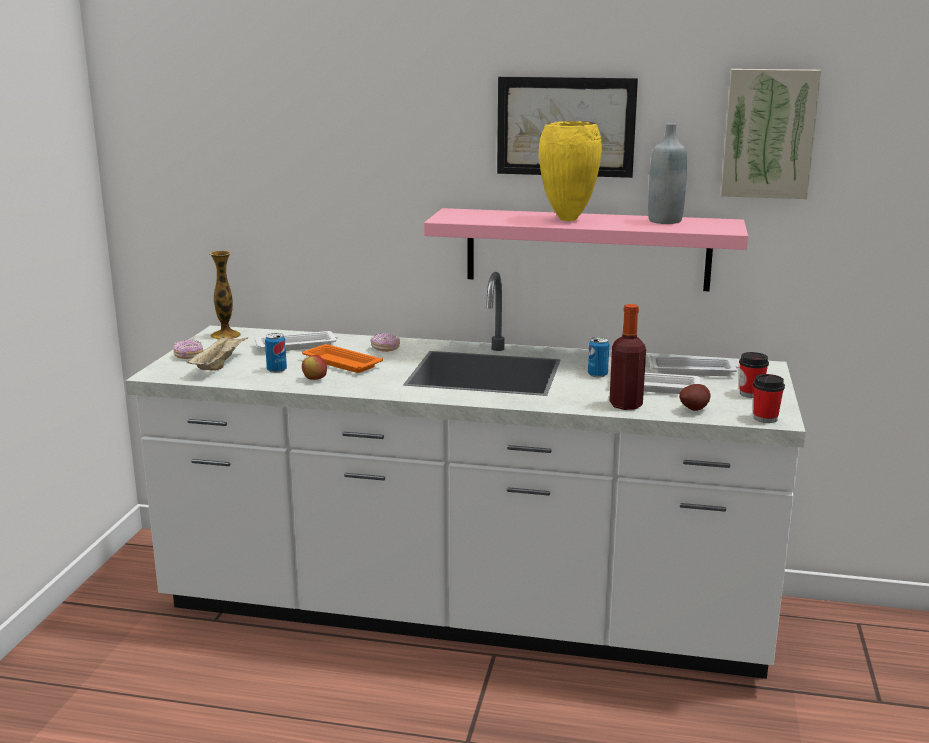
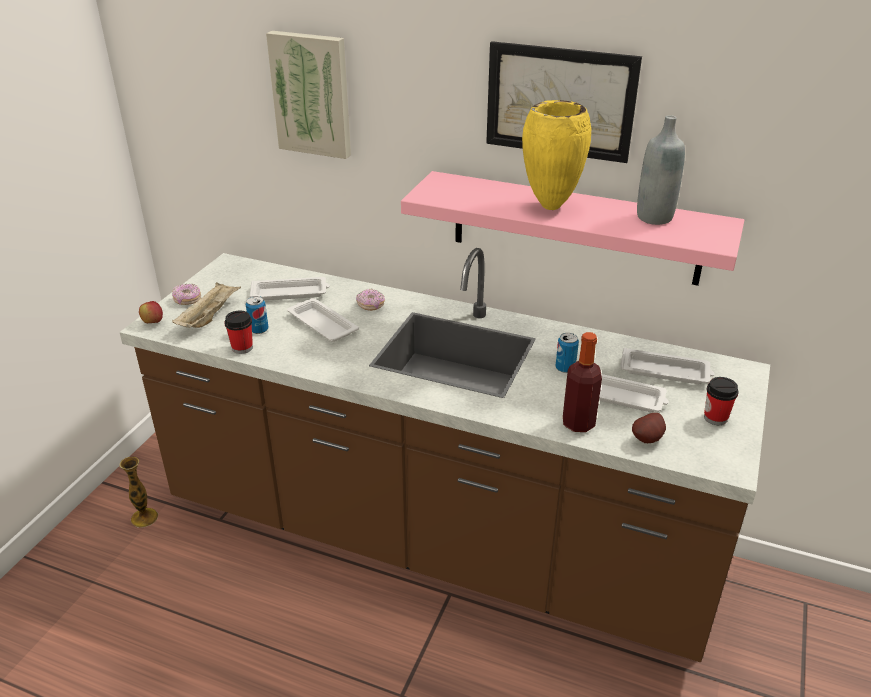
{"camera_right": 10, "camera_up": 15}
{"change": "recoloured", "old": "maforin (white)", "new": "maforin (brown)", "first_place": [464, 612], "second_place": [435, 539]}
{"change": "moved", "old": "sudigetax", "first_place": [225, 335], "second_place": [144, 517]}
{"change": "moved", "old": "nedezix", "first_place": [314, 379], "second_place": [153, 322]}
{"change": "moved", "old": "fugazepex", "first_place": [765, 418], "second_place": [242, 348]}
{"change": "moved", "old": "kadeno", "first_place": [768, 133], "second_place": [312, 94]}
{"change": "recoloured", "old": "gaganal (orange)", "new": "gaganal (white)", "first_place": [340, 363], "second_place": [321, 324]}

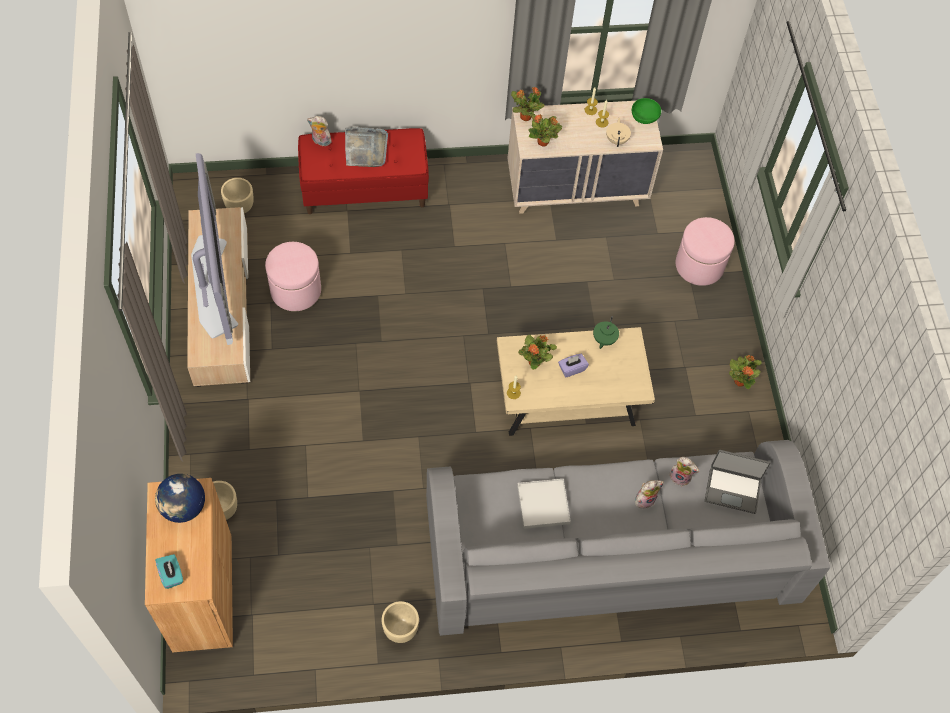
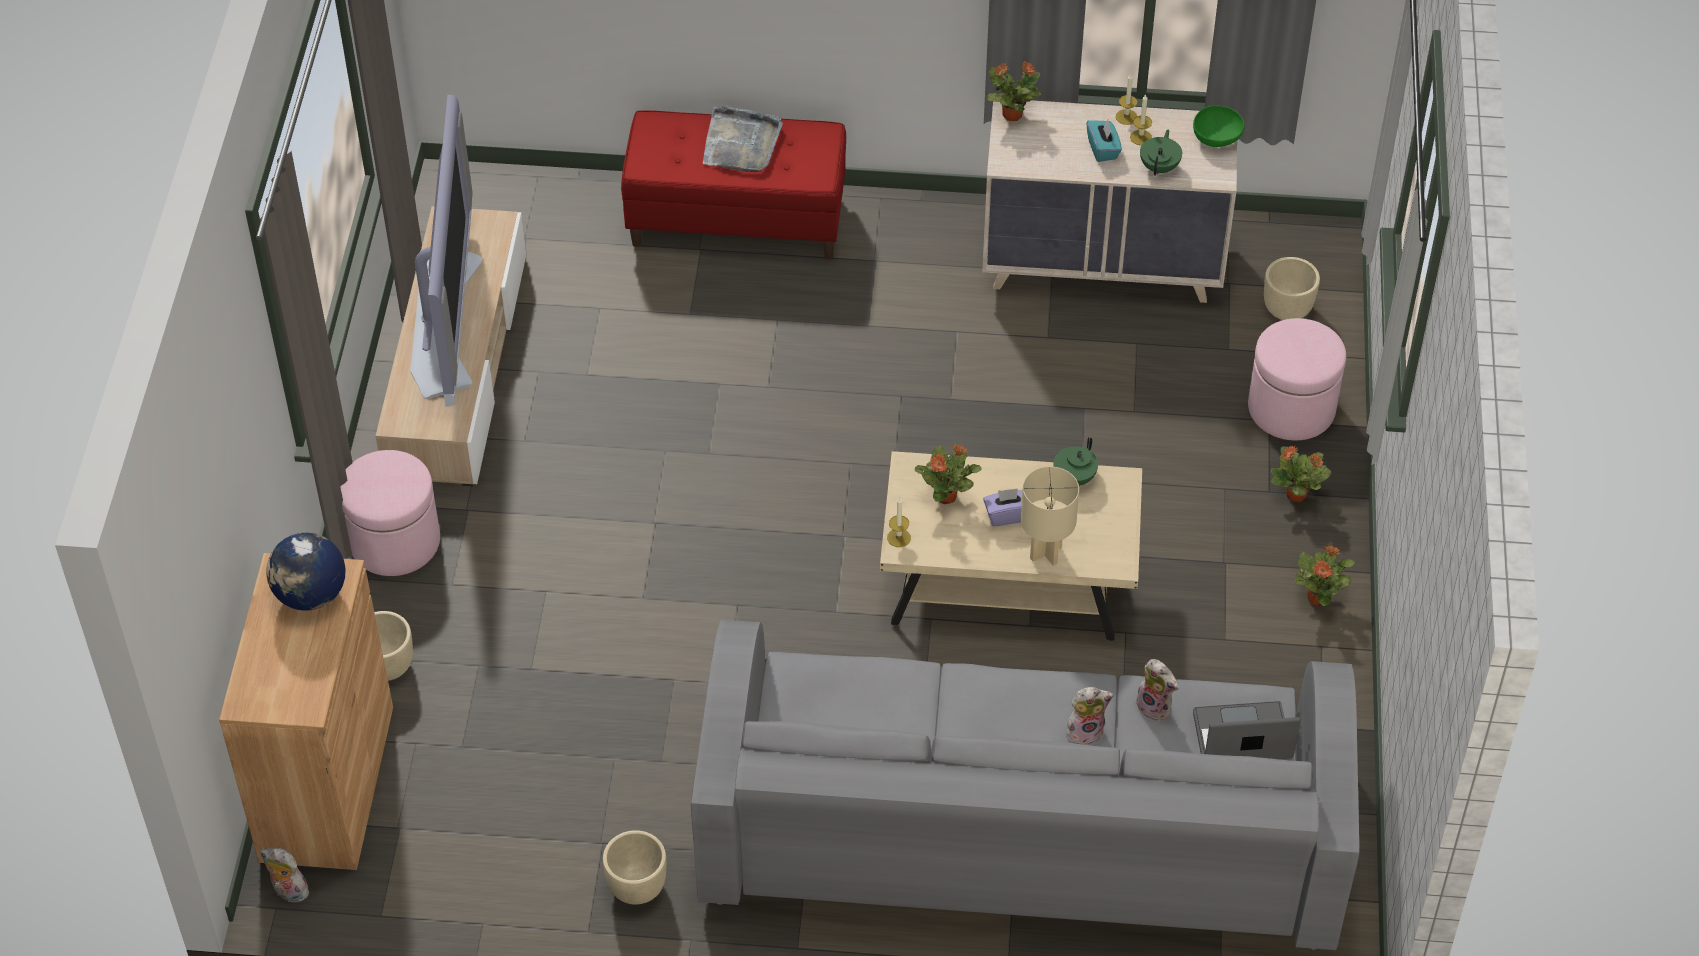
{"camera_right": 15, "camera_up": -10}
{"change": "moved", "old": "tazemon", "first_place": [320, 141], "second_place": [288, 892]}
{"change": "moved", "old": "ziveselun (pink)", "first_place": [296, 290], "second_place": [395, 541]}
{"change": "added", "new": "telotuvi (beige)", "second_place": [1045, 552]}
{"change": "moved", "old": "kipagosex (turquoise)", "first_place": [171, 575], "second_place": [1103, 149]}
{"change": "recoloured", "old": "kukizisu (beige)", "new": "kukizisu (green)", "first_place": [617, 140], "second_place": [1160, 167]}
{"change": "turned", "old": "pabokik", "first_place": [733, 489], "second_place": [1242, 738], "degrees": 150}
{"change": "moved", "old": "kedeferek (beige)", "first_place": [240, 207], "second_place": [1287, 310]}
{"change": "moved", "old": "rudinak", "first_place": [543, 142], "second_place": [1297, 495]}
{"change": "removed", "old": "gaganal (white)", "first_place": [543, 505]}

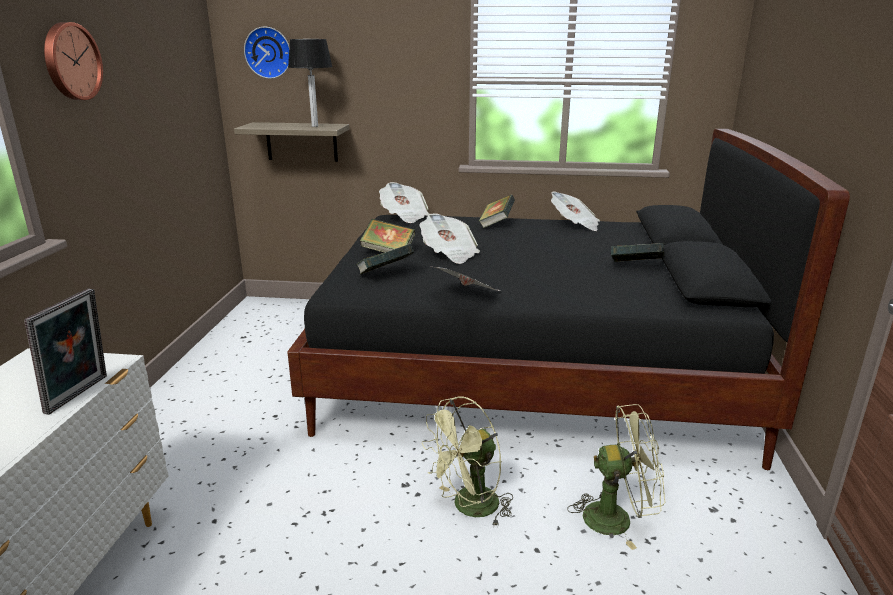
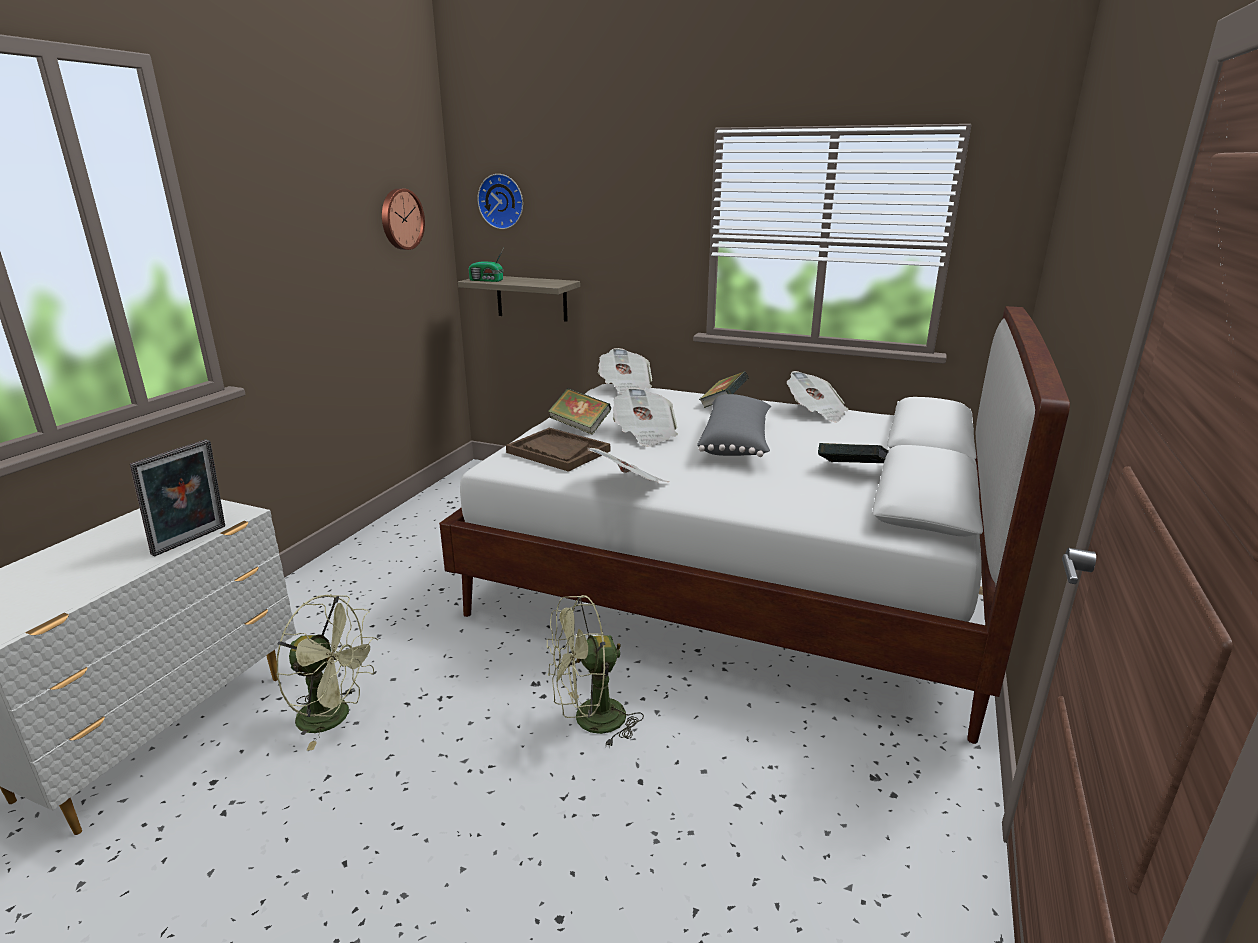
{"camera_right": 15, "camera_up": 0}
{"change": "moved", "old": "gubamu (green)", "first_place": [617, 518], "second_place": [335, 717]}
{"change": "moved", "old": "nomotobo", "first_place": [70, 61], "second_place": [401, 219]}
{"change": "recoloured", "old": "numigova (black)", "new": "numigova (white)", "first_place": [529, 372], "second_place": [734, 580]}
{"change": "added", "new": "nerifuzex", "second_place": [487, 280]}
{"change": "replaced", "old": "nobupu", "new": "gaganal (brown)", "first_place": [385, 275], "second_place": [558, 452]}
{"change": "added", "new": "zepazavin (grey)", "second_place": [737, 443]}
{"change": "removed", "old": "telotuvi", "first_place": [315, 126]}

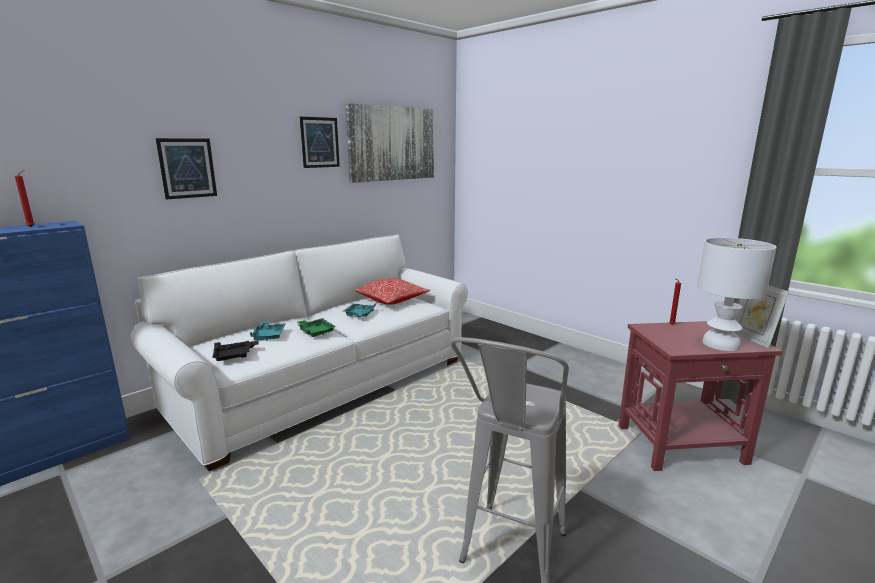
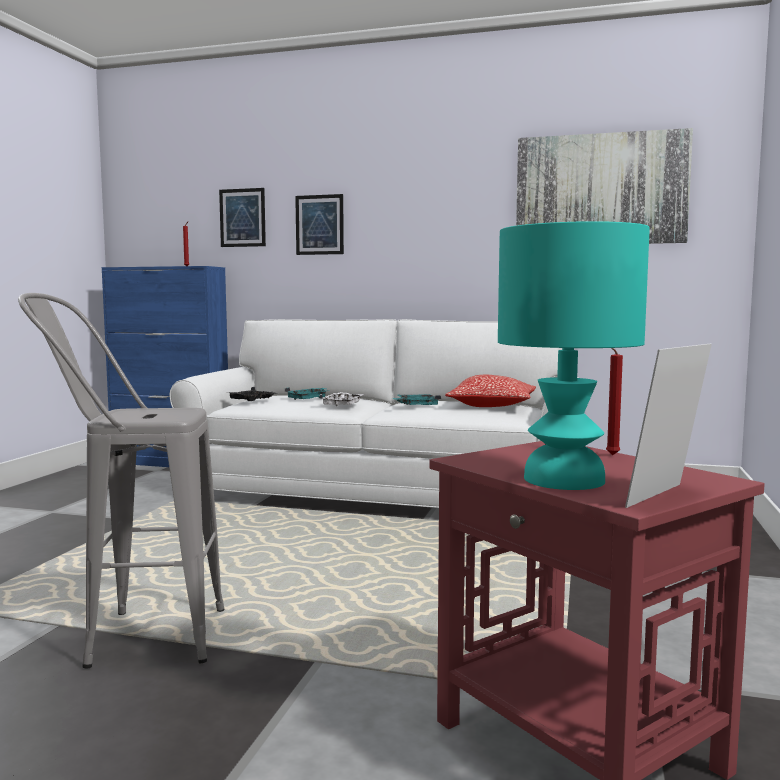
{"camera_right": 60, "camera_up": -10}
{"change": "moved", "old": "kadeno", "first_place": [320, 142], "second_place": [242, 217]}
{"change": "recoloured", "old": "gaganal (green)", "new": "gaganal (white)", "first_place": [316, 332], "second_place": [342, 405]}
{"change": "recoloured", "old": "telotuvi (white)", "new": "telotuvi (turquoise)", "first_place": [720, 344], "second_place": [565, 479]}

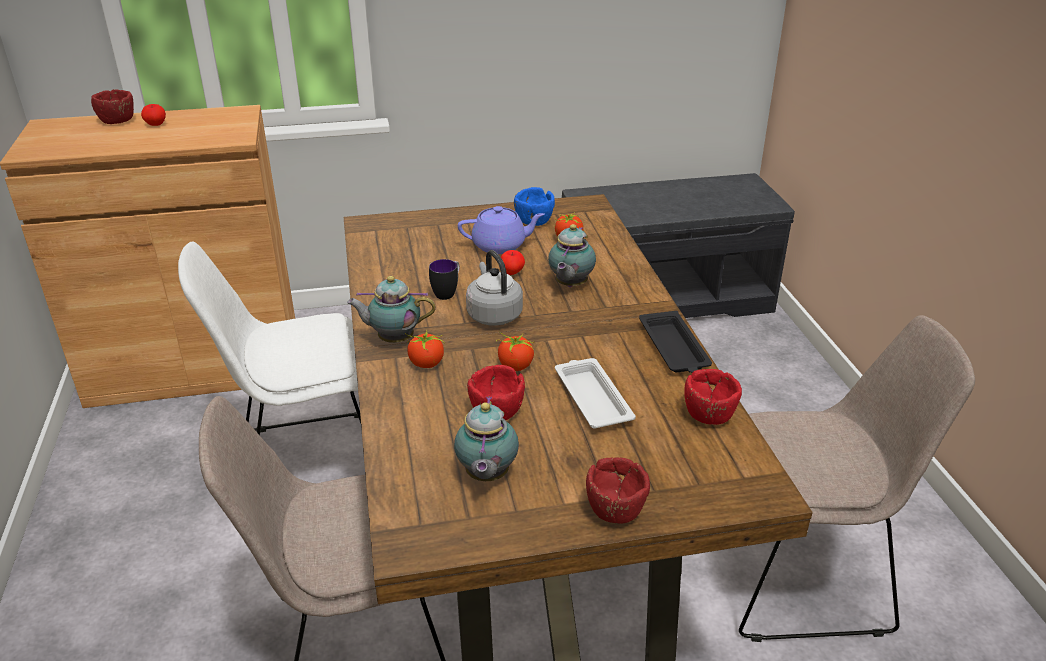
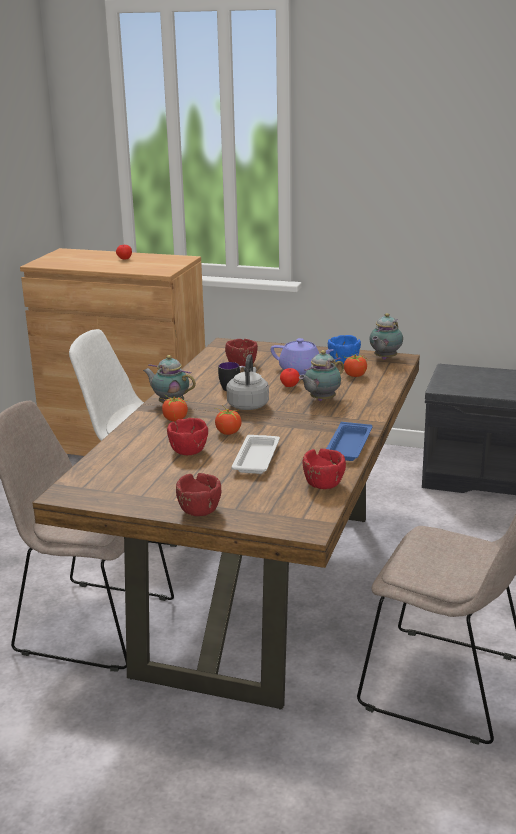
{"camera_right": 30, "camera_up": -10}
{"change": "moved", "old": "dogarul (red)", "first_place": [118, 121], "second_place": [242, 364]}
{"change": "recoloured", "old": "gaganal (black)", "new": "gaganal (blue)", "first_place": [674, 348], "second_place": [348, 447]}
{"change": "moved", "old": "kukizisu", "first_place": [486, 476], "second_place": [384, 358]}

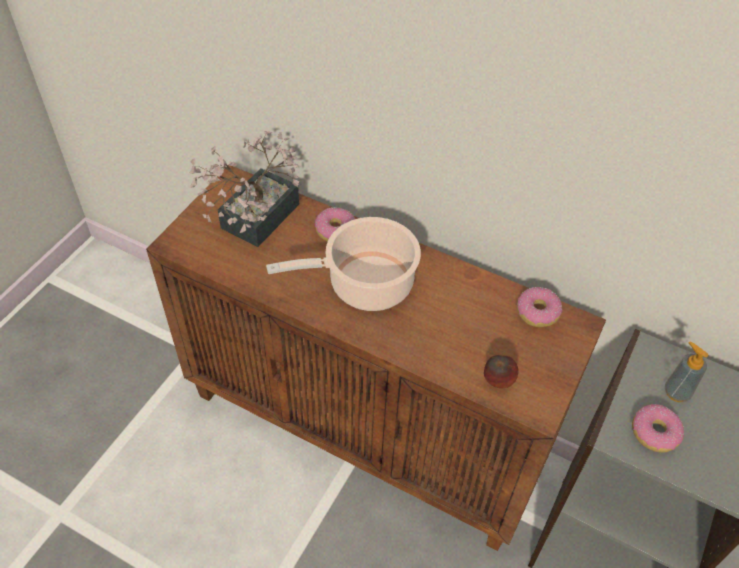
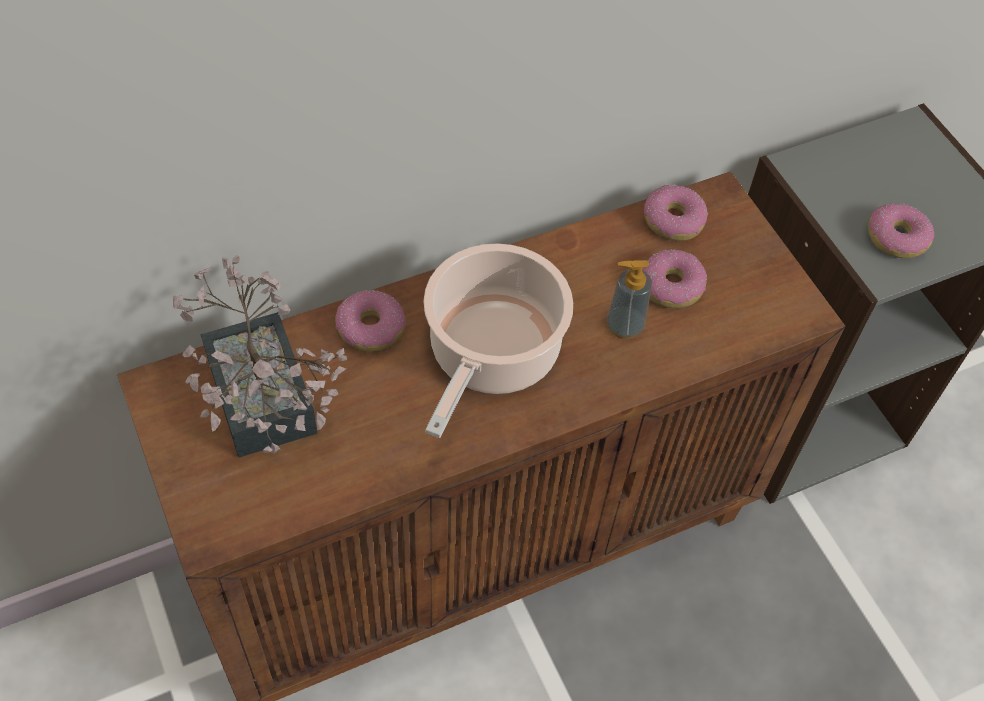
{"camera_right": -55, "camera_up": 5}
{"change": "moved", "old": "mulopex", "first_place": [676, 392], "second_place": [624, 326]}
{"change": "added", "new": "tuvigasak", "second_place": [671, 286]}
{"change": "removed", "old": "nedezix", "first_place": [497, 382]}

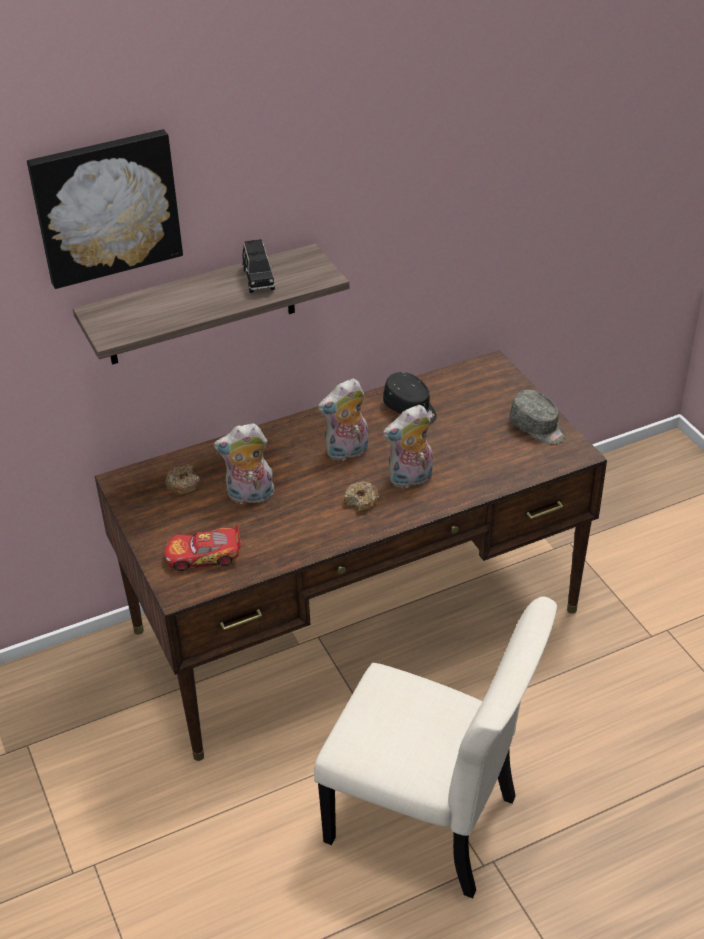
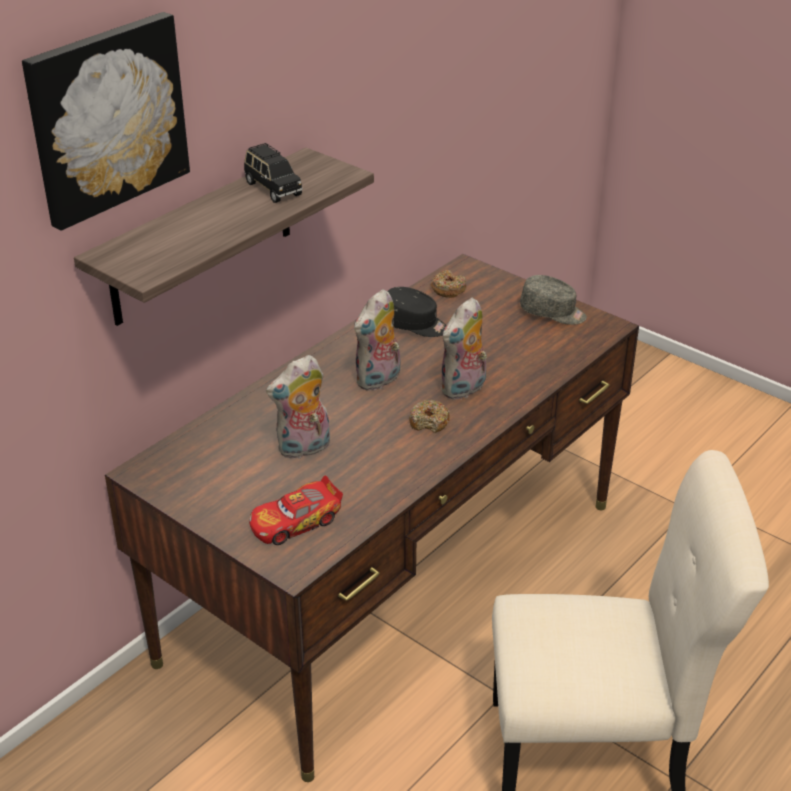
{"camera_right": -25, "camera_up": -5}
{"change": "moved", "old": "tuvigasak", "first_place": [183, 484], "second_place": [448, 289]}

